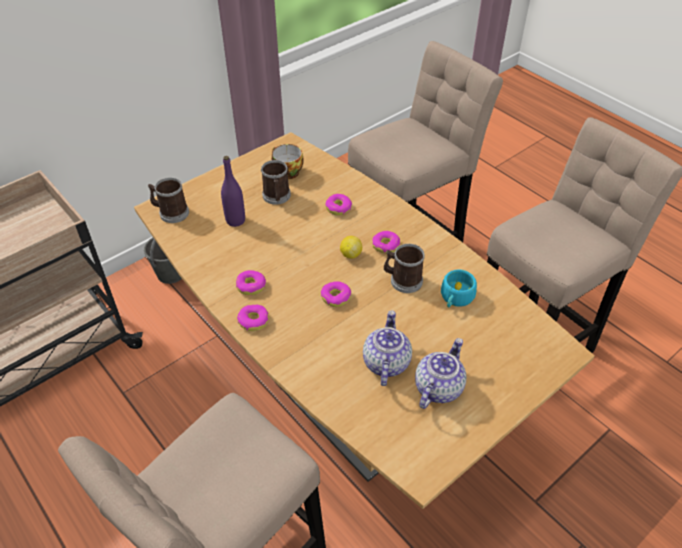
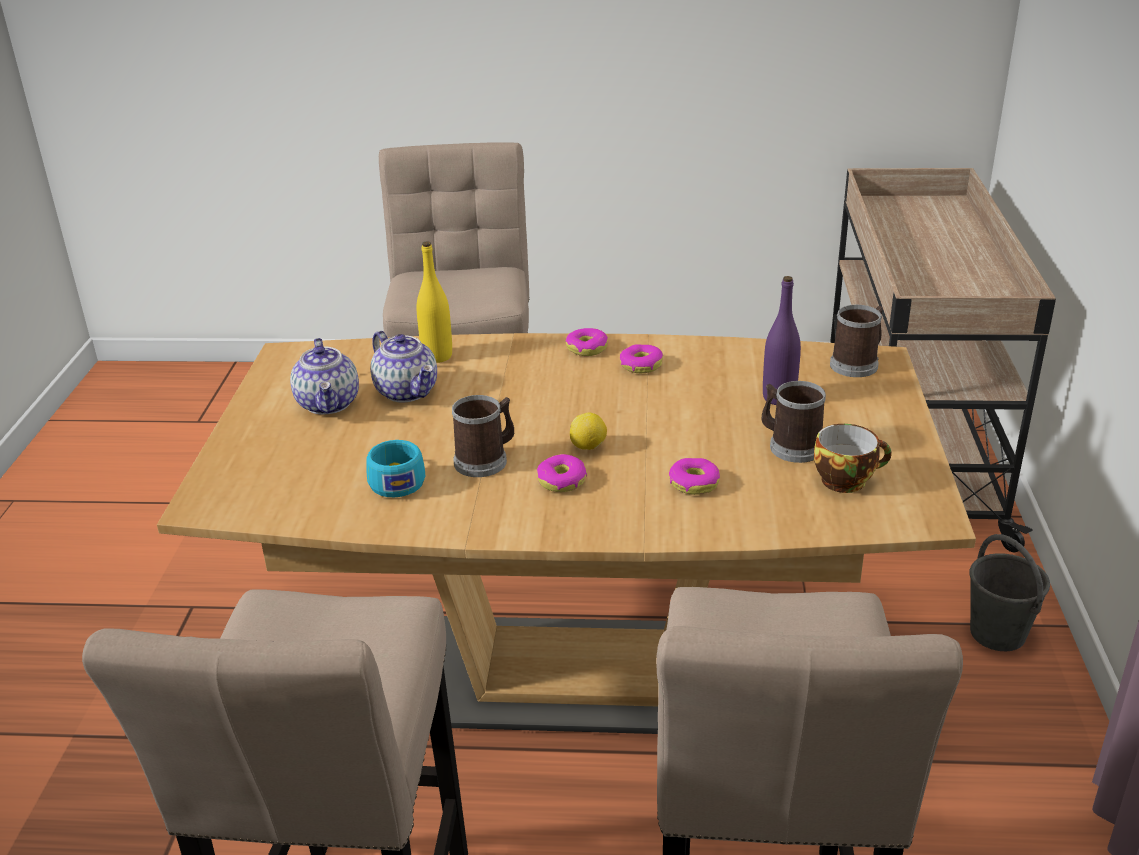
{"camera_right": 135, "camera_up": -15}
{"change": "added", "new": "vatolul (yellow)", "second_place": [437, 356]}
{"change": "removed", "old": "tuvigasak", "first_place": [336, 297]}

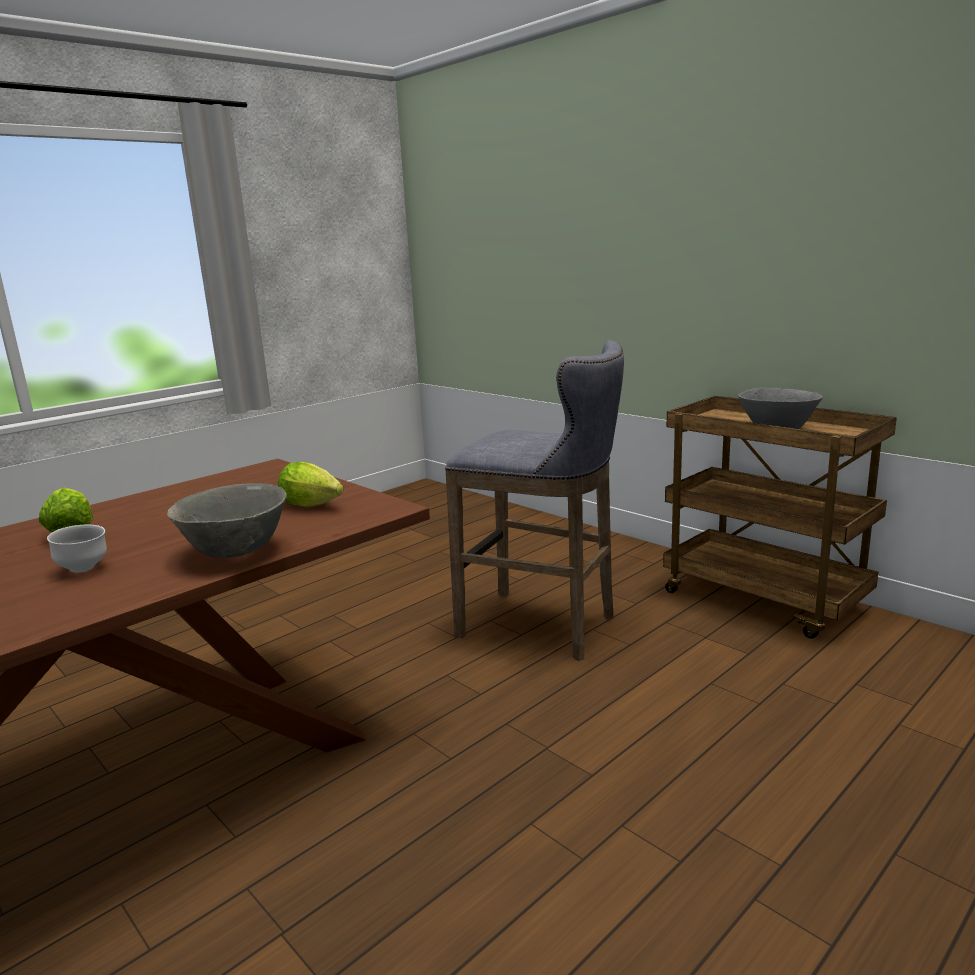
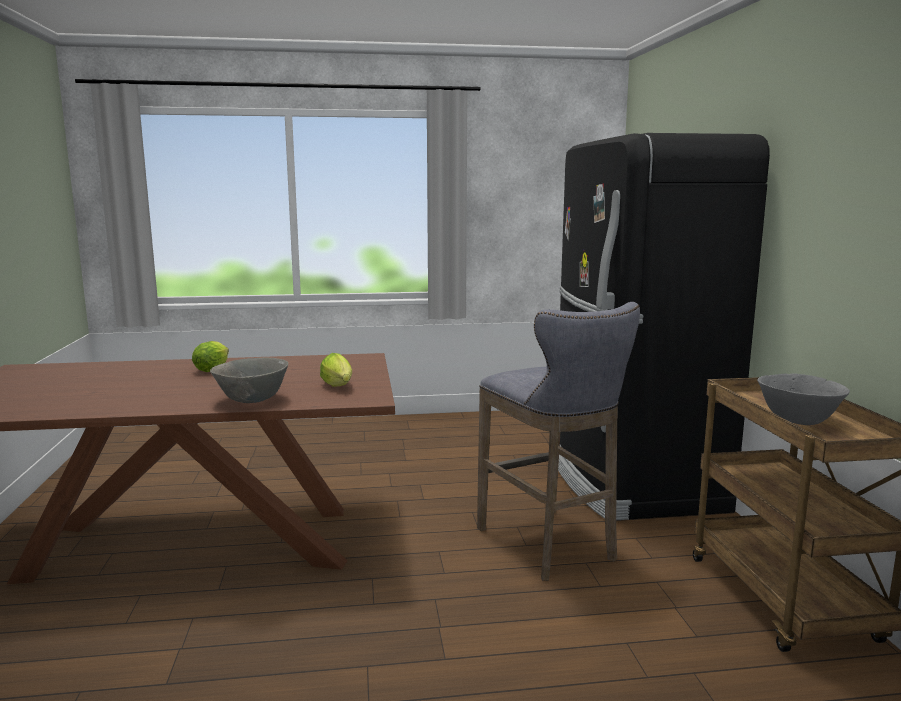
{"camera_right": 35, "camera_up": -5}
{"change": "added", "new": "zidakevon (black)", "second_place": [629, 479]}
{"change": "removed", "old": "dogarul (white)", "first_place": [84, 569]}

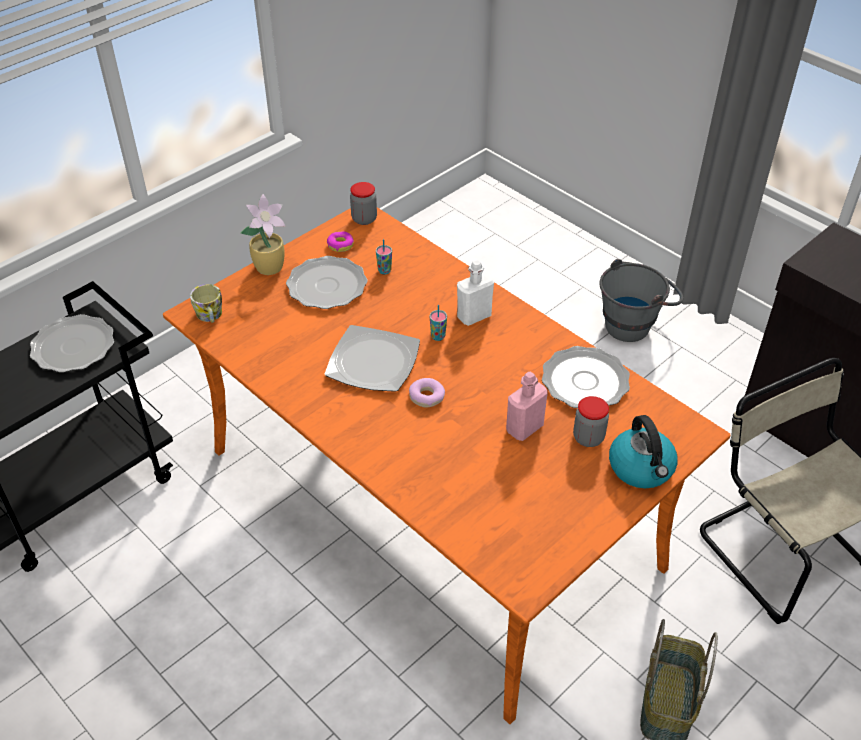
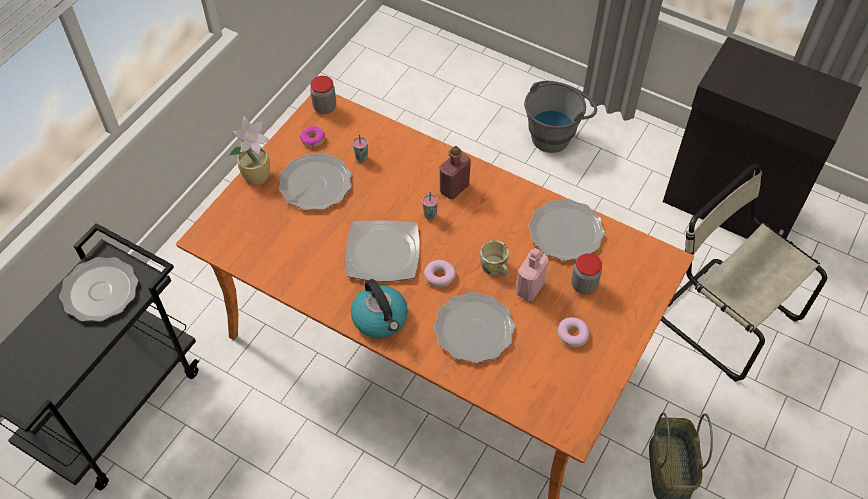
{"camera_right": -15, "camera_up": 10}
{"change": "moved", "old": "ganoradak", "first_place": [641, 468], "second_place": [380, 319]}
{"change": "added", "new": "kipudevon", "second_place": [473, 329]}
{"change": "recoloured", "old": "vatolul (white)", "new": "vatolul (red)", "first_place": [474, 316], "second_place": [454, 188]}
{"change": "moved", "old": "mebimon", "first_place": [210, 316], "second_place": [495, 268]}
{"change": "added", "new": "tuvigasak", "second_place": [572, 335]}

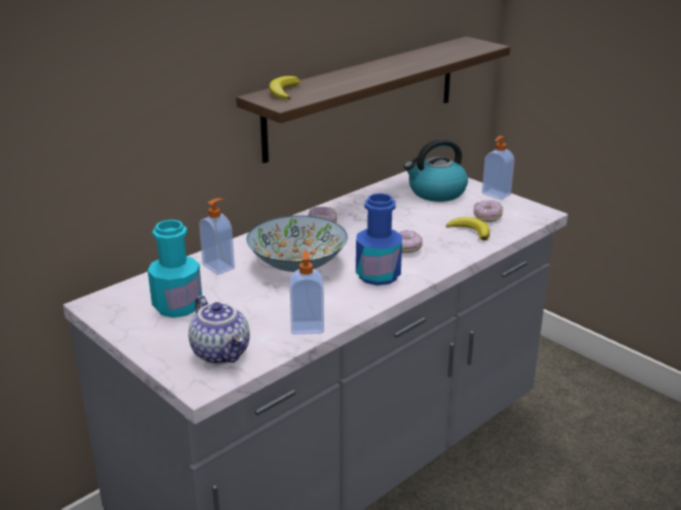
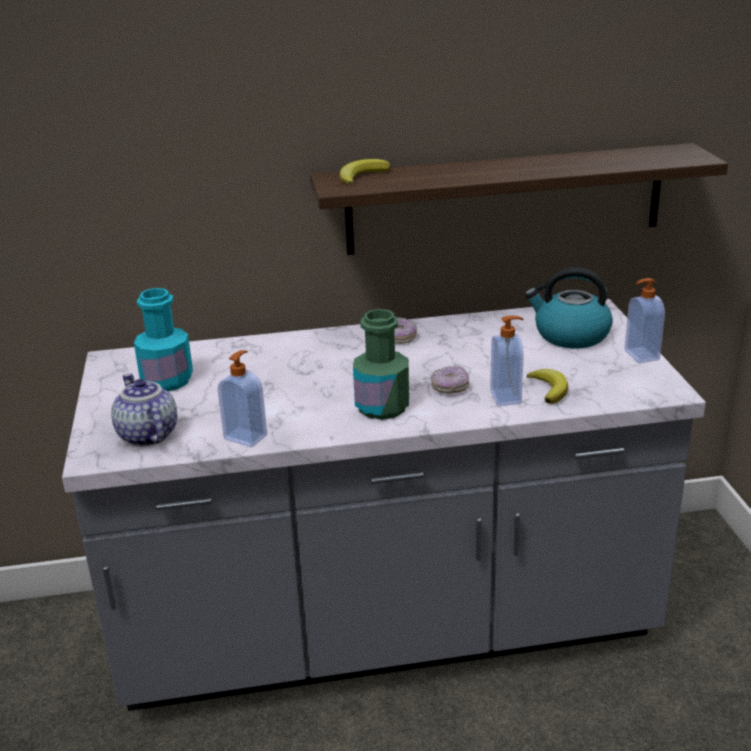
{"camera_right": 35, "camera_up": 0}
{"change": "turned", "old": "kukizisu", "first_place": [222, 353], "second_place": [146, 435], "degrees": 150}
{"change": "recoloured", "old": "vatolul (blue)", "new": "vatolul (green)", "first_place": [378, 275], "second_place": [382, 407]}
{"change": "moved", "old": "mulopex", "first_place": [219, 267], "second_place": [507, 397]}
{"change": "removed", "old": "dogarul", "first_place": [298, 264]}
{"change": "removed", "old": "tuvigasak", "first_place": [487, 217]}

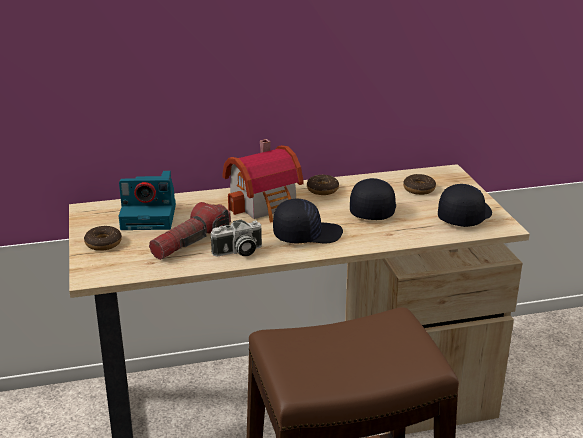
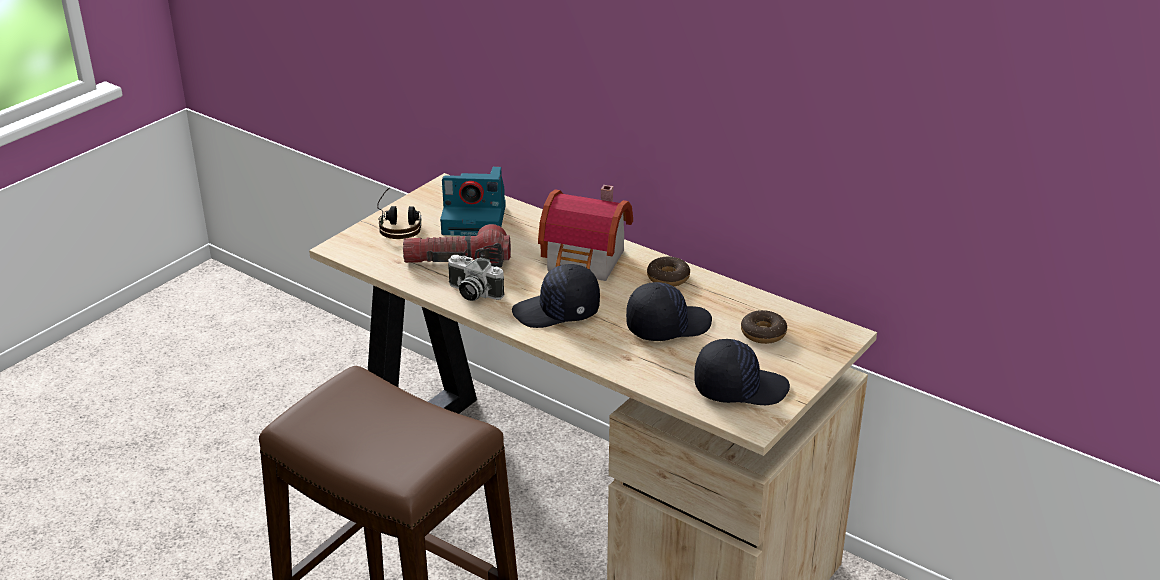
{"camera_right": 50, "camera_up": 5}
{"change": "replaced", "old": "tuvigasak", "new": "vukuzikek", "first_place": [103, 243], "second_place": [399, 224]}
{"change": "turned", "old": "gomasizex", "first_place": [150, 216], "second_place": [476, 219], "degrees": -45}
{"change": "turned", "old": "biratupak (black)", "first_place": [306, 234], "second_place": [557, 312], "degrees": 135}

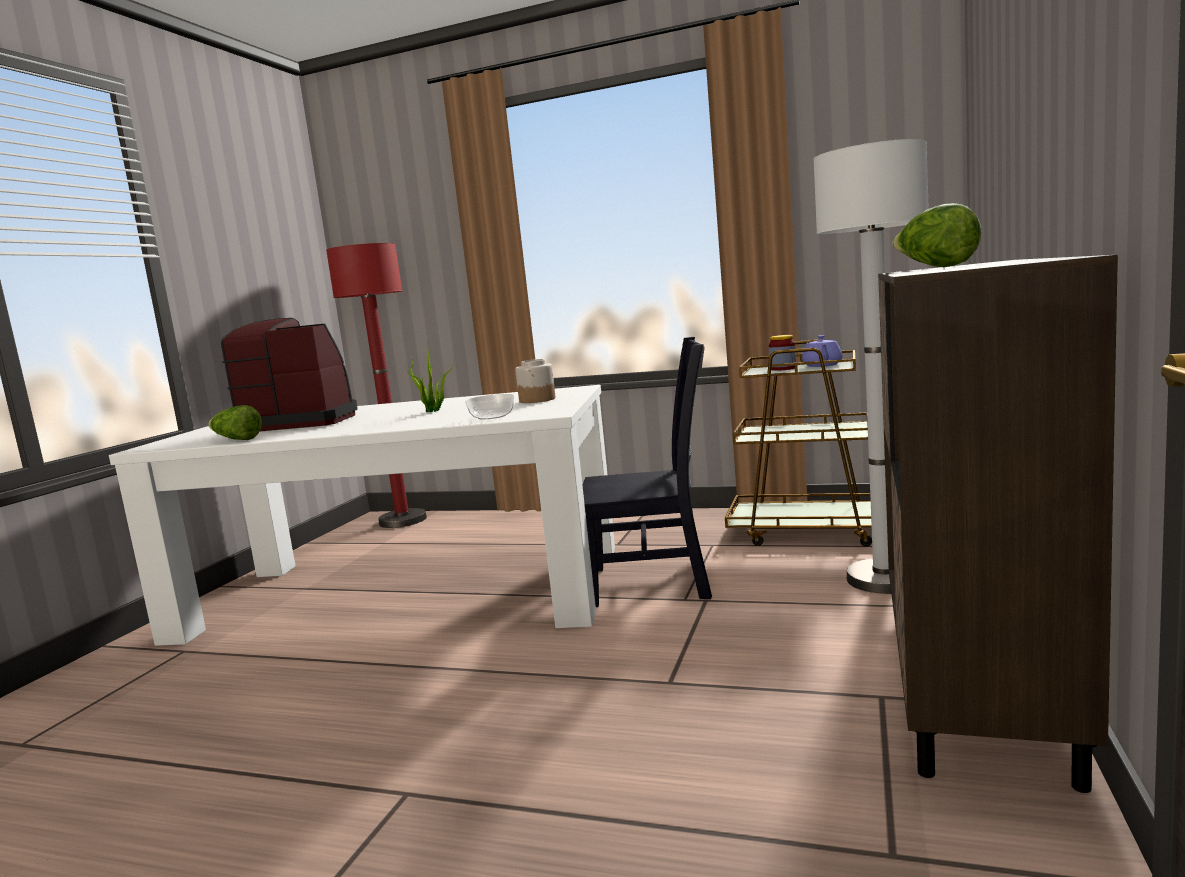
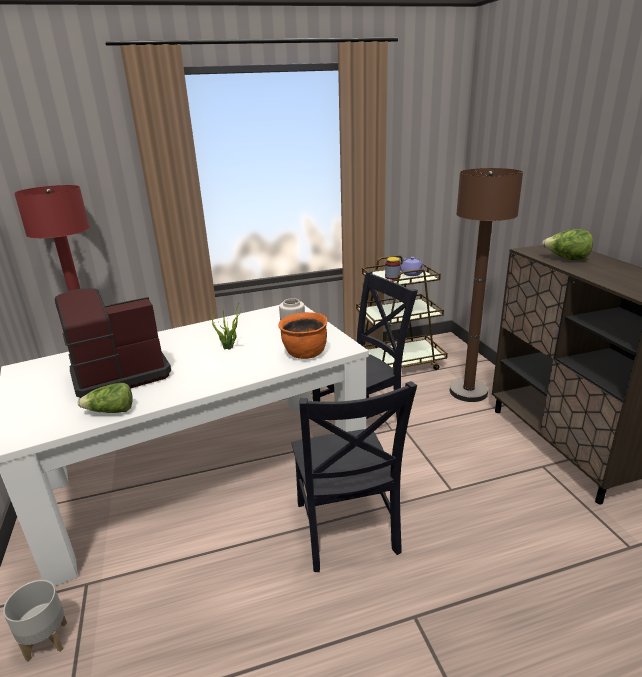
{"camera_right": -35, "camera_up": 15}
{"change": "added", "new": "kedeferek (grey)", "second_place": [47, 640]}
{"change": "replaced", "old": "dogarul", "new": "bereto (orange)", "first_place": [492, 416], "second_place": [305, 354]}
{"change": "added", "new": "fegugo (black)", "second_place": [346, 531]}
{"change": "recoloured", "old": "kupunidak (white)", "new": "kupunidak (brown)", "first_place": [884, 579], "second_place": [468, 392]}

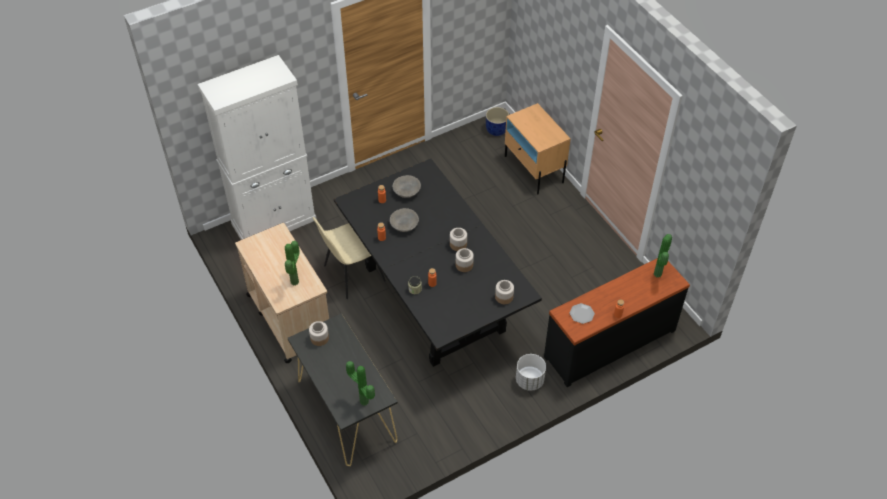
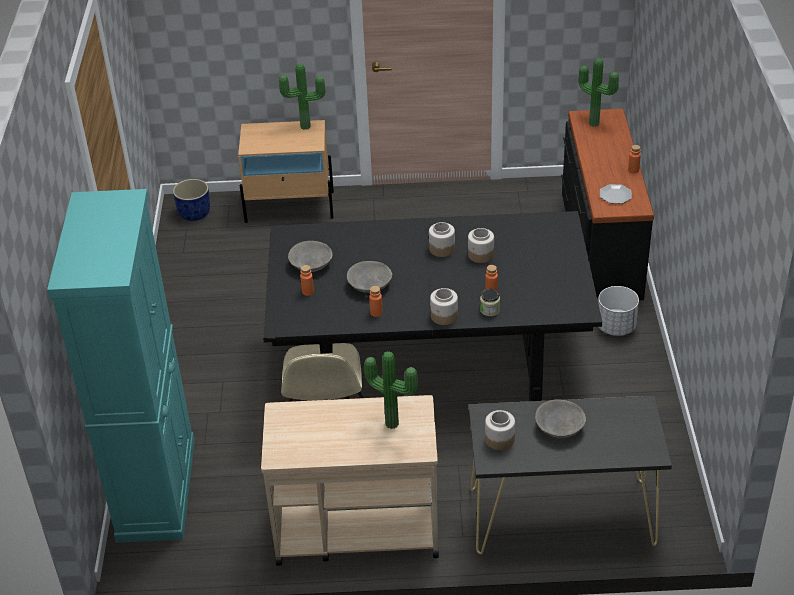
{"camera_right": -60, "camera_up": -10}
{"change": "recoloured", "old": "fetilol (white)", "new": "fetilol (turquoise)", "first_place": [274, 222], "second_place": [156, 488]}
{"change": "moved", "old": "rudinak", "first_place": [363, 403], "second_place": [306, 128]}
{"change": "moved", "old": "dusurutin", "first_place": [504, 297], "second_place": [444, 316]}
{"change": "added", "new": "dogarul (grey)", "second_place": [559, 427]}

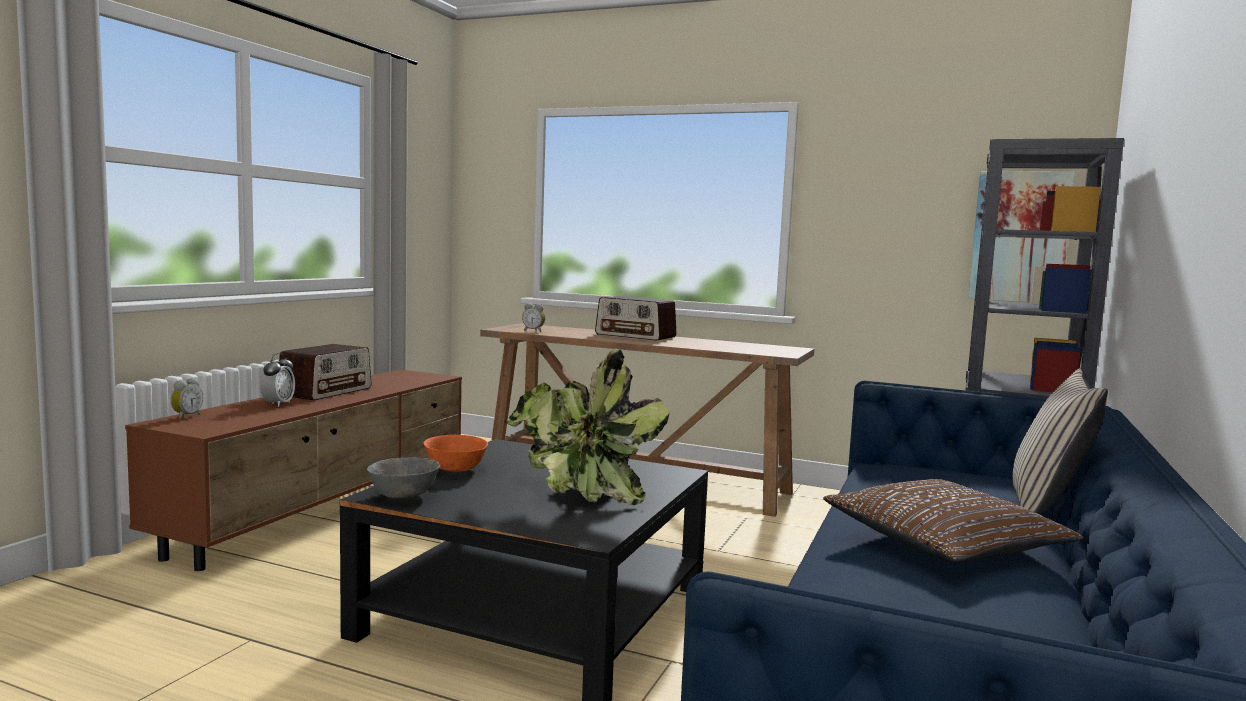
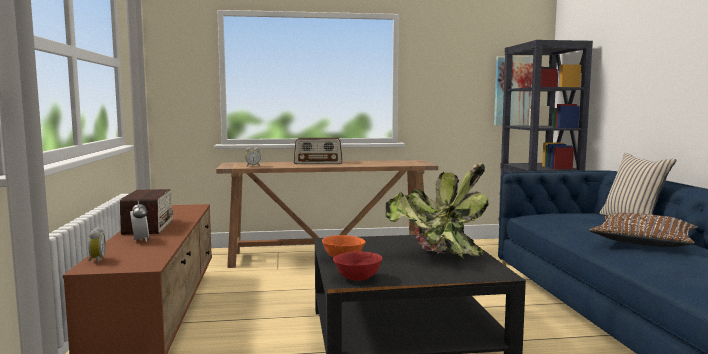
{"camera_right": -30, "camera_up": 0}
{"change": "recoloured", "old": "dogarul (grey)", "new": "dogarul (red)", "first_place": [403, 496], "second_place": [357, 278]}

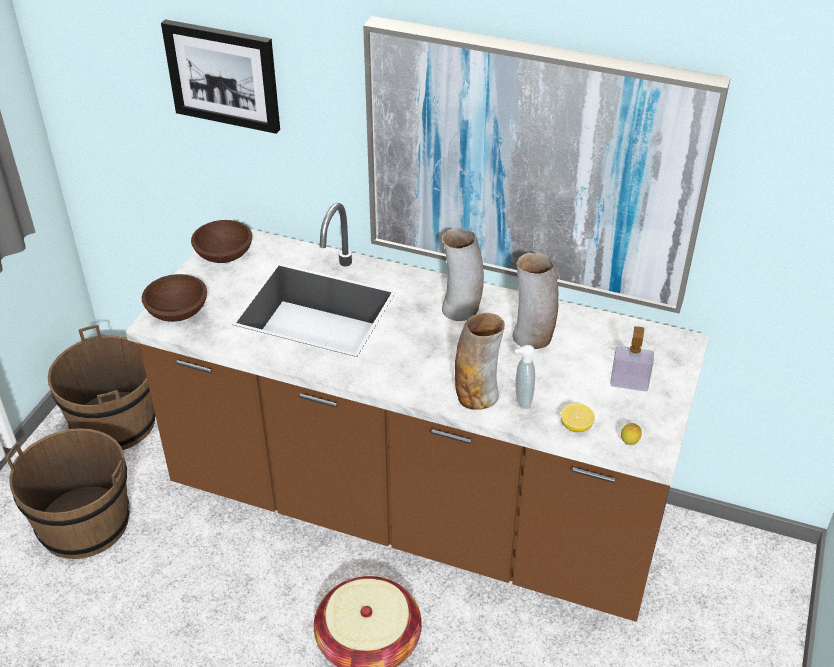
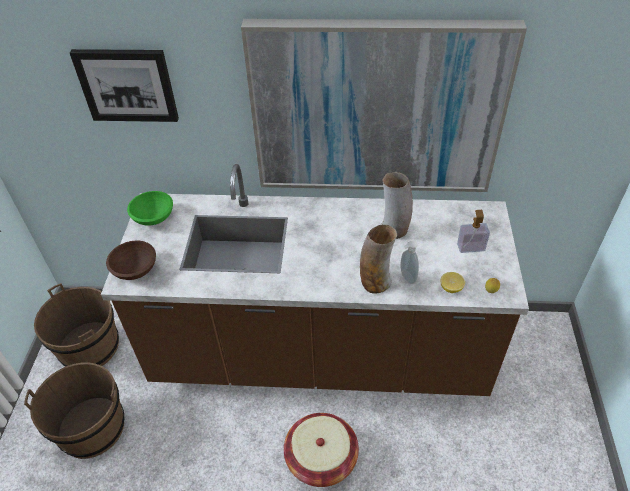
{"camera_right": -15, "camera_up": 5}
{"change": "recoloured", "old": "dogarul (brown)", "new": "dogarul (green)", "first_place": [224, 254], "second_place": [153, 217]}
{"change": "removed", "old": "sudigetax", "first_place": [461, 309]}

